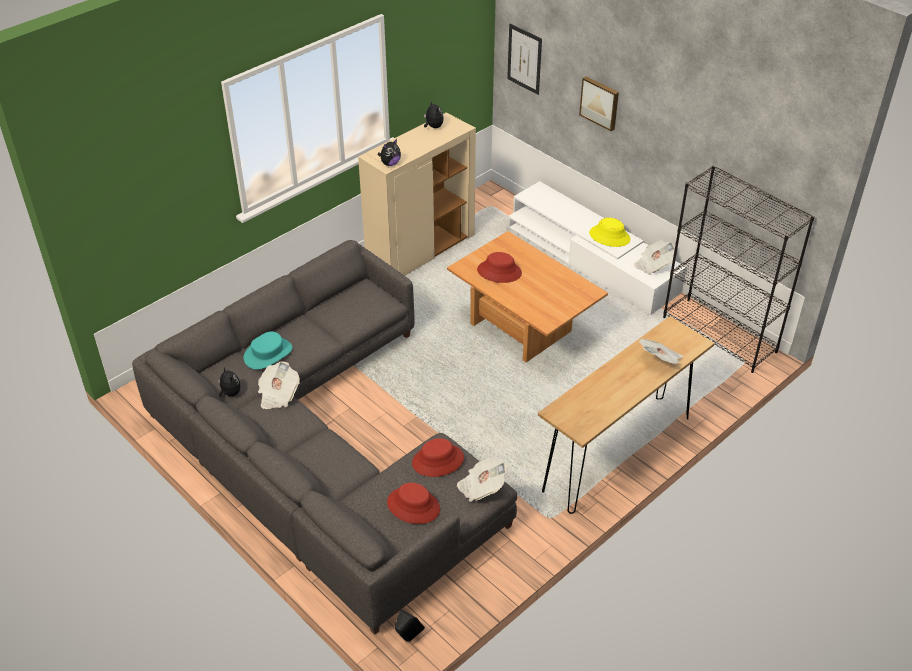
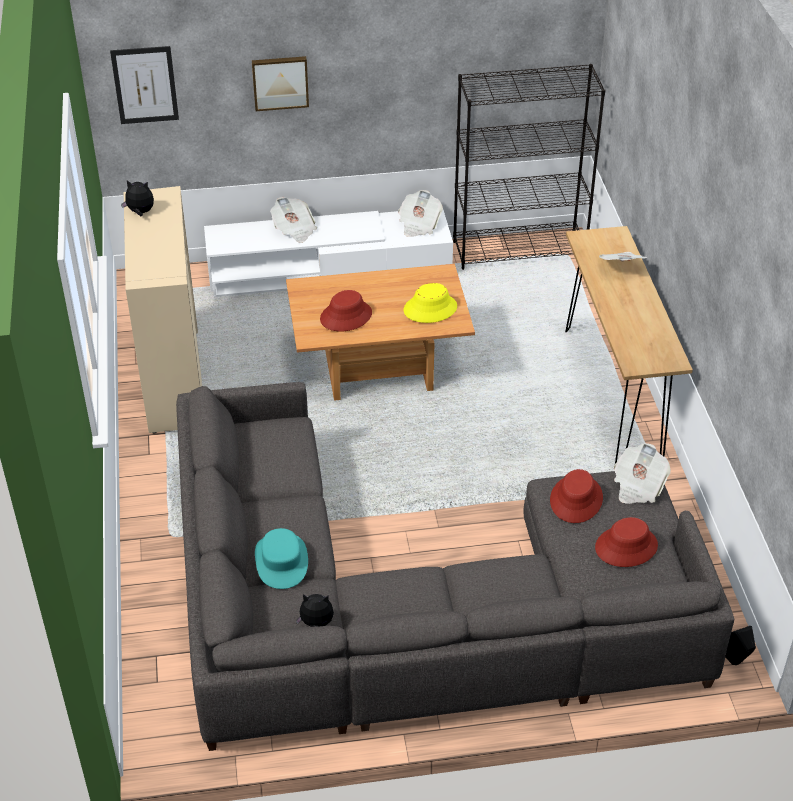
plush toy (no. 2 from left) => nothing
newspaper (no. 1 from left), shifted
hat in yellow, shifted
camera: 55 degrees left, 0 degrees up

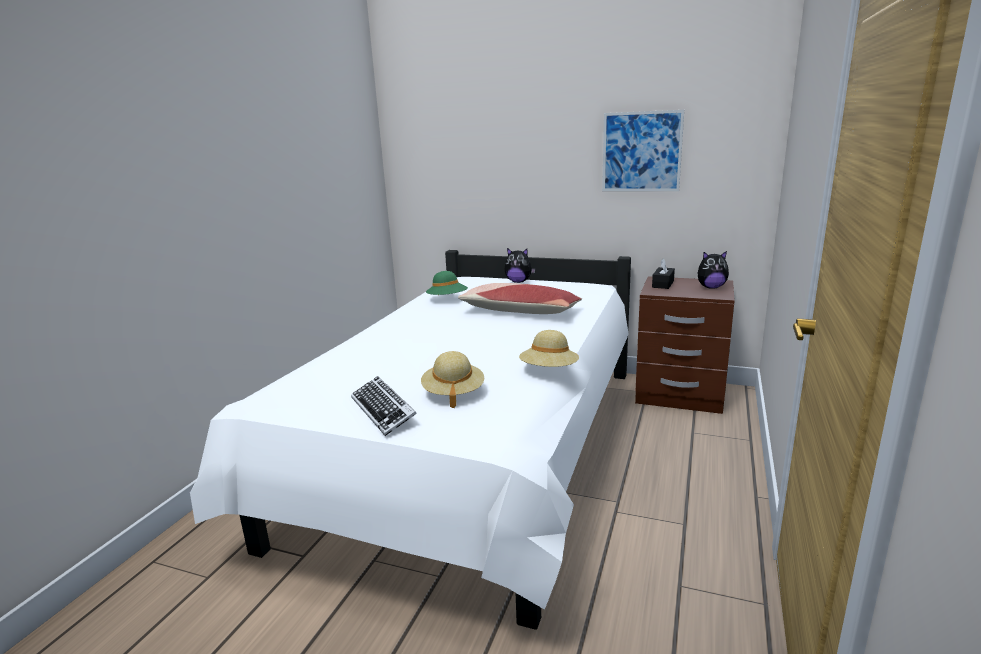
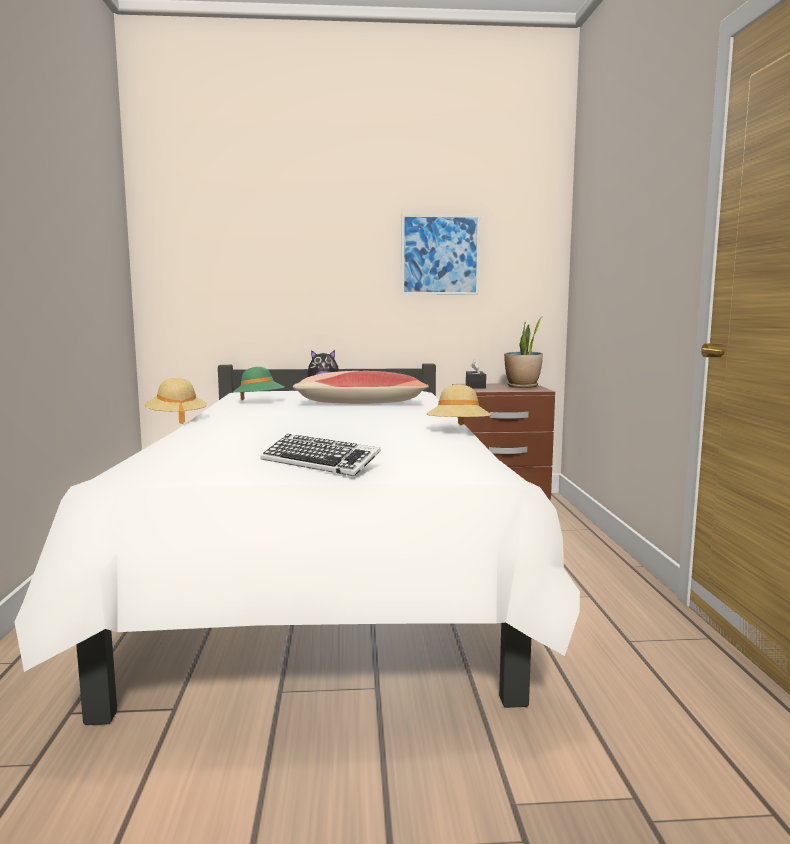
hat in beige (no. 1 from left), shifted
plush toy (no. 2 from left) => potted plant
camera: 25 degrees left, 10 degrees down

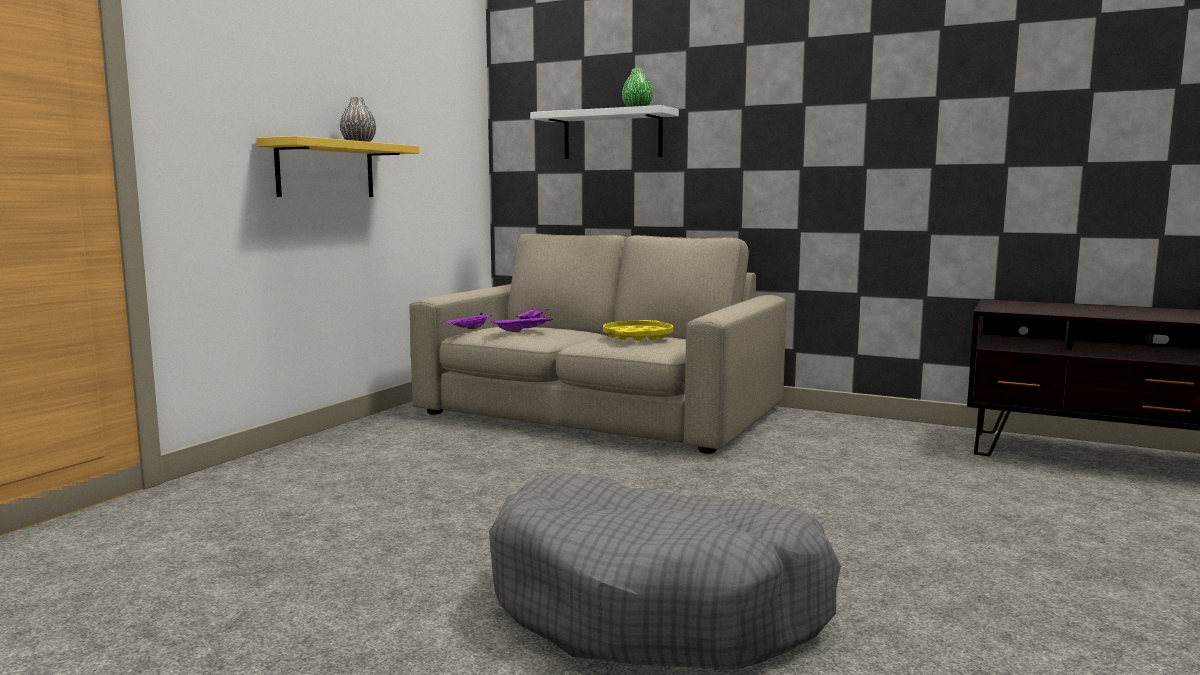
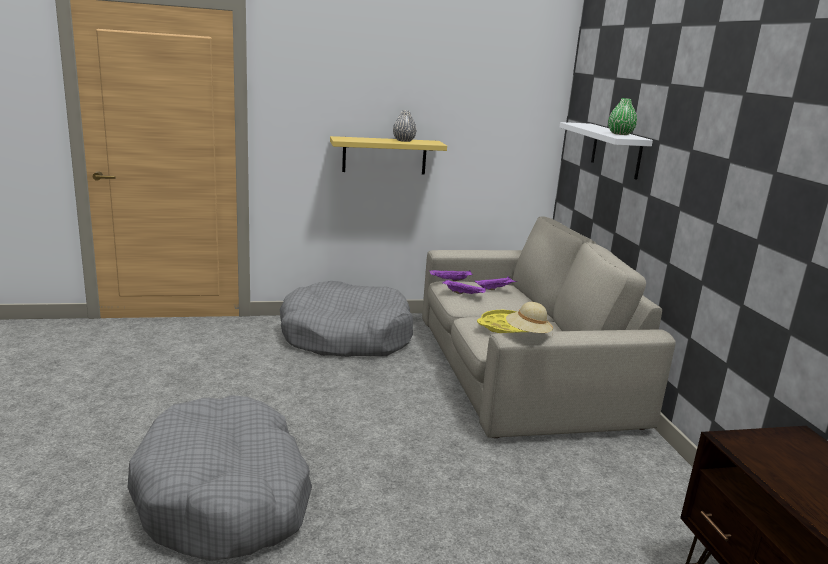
nothing => dog bed in grey (no. 2 from left)
nothing => hat in beige
camera: 50 degrees right, 10 degrees up

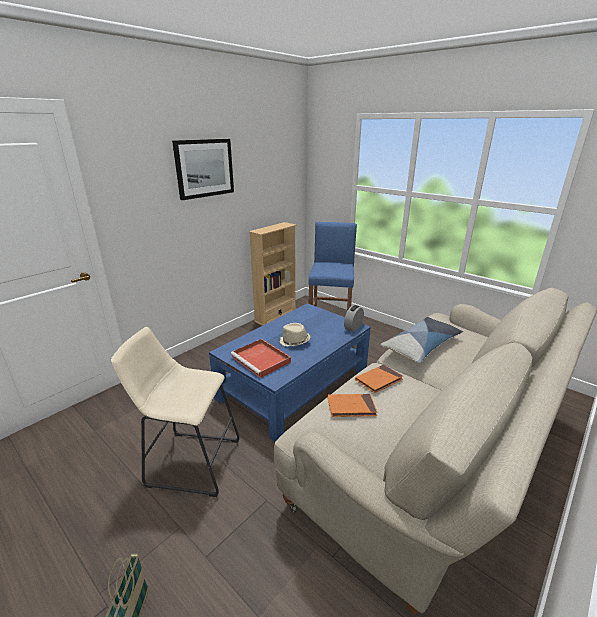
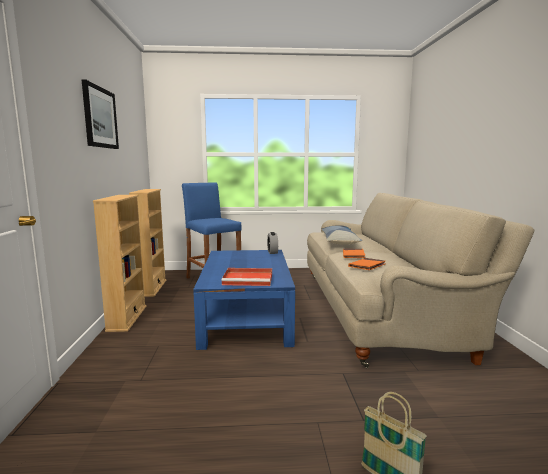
stool in beige => nothing
hat in beige => nothing
nothing => bookcase in beige (no. 1 from left)
camera: 45 degrees left, 15 degrees down

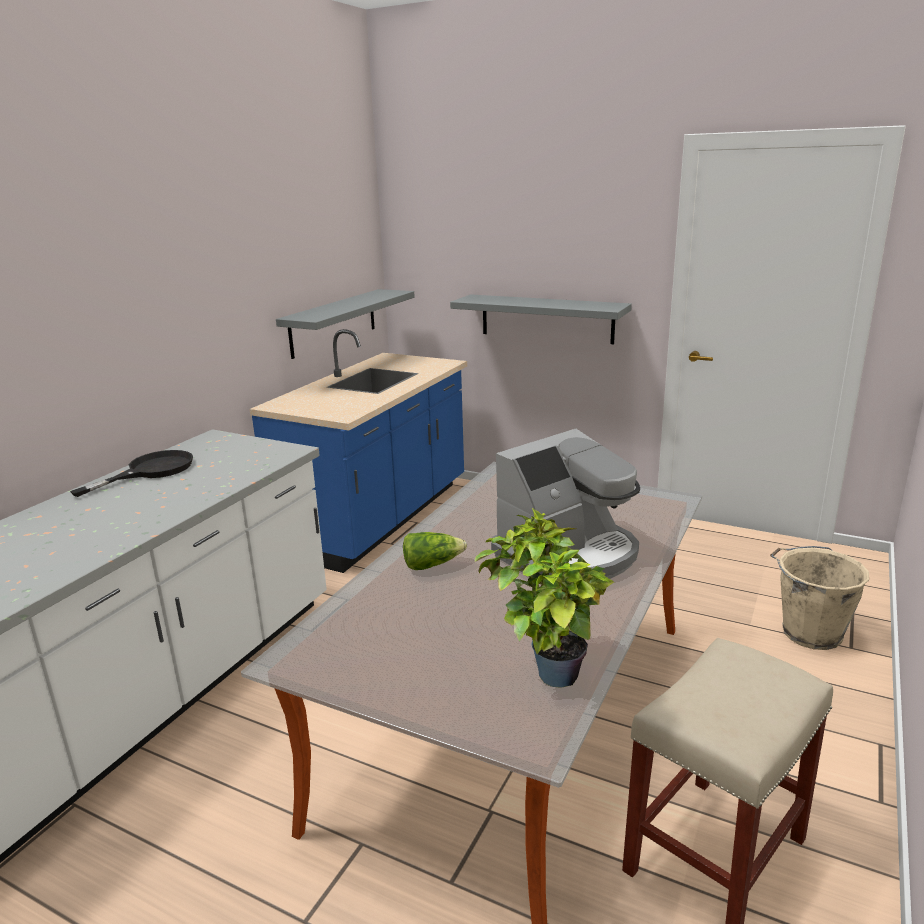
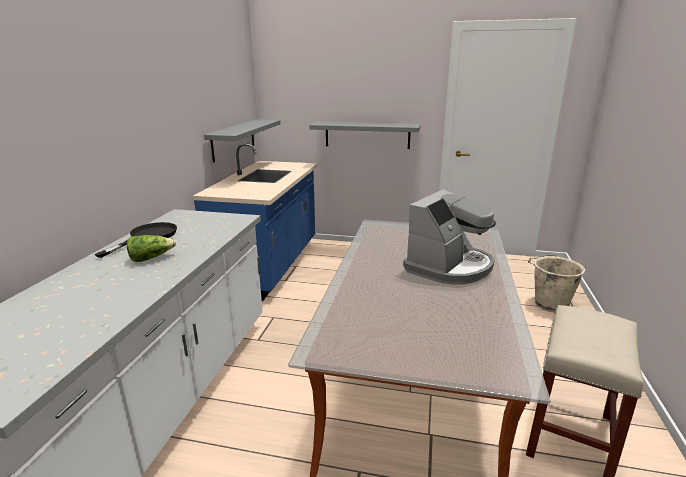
potted plant => nothing
lettuce, shifted
camera: 15 degrees left, 0 degrees up

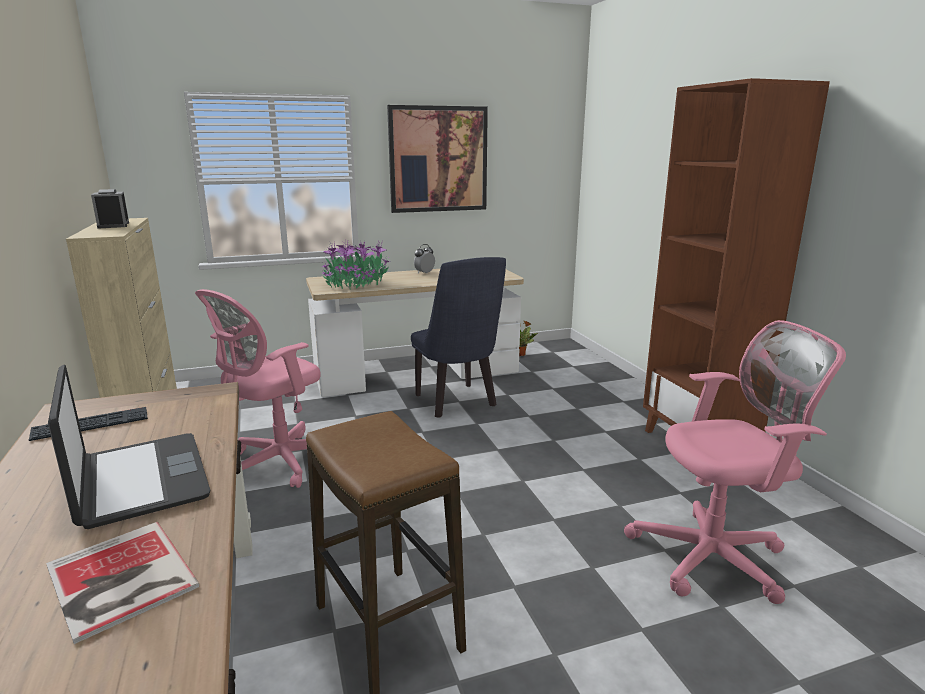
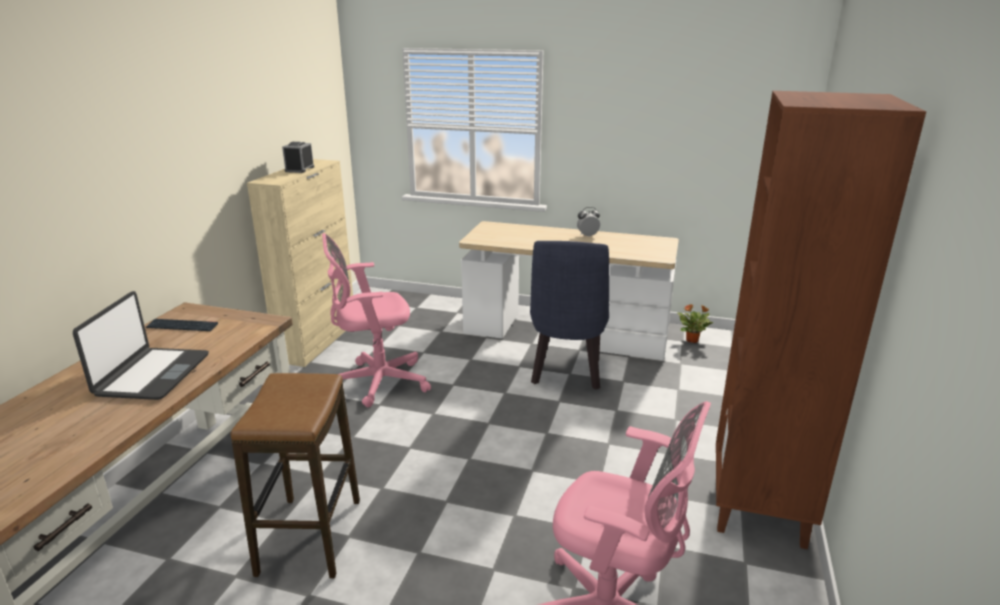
book => nothing
potted plant (no. 1 from left) => nothing
picture => nothing
camera: 35 degrees right, 5 degrees up

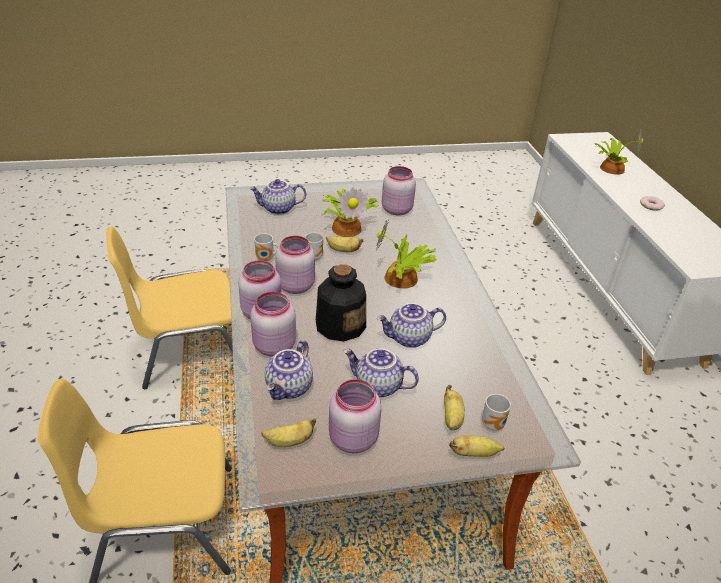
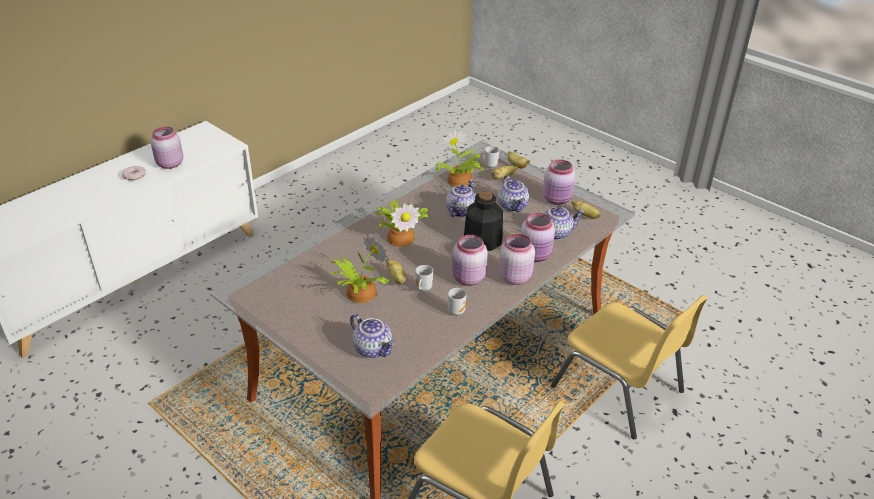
jar in pink (no. 5 from left in the first image) => jar in pink (no. 1 from left), shifted
potted plant (no. 3 from left), shifted
teapot (no. 4 from left in the first image) => teapot (no. 2 from left), 105 degrees counterclockwise
camera: 125 degrees left, 0 degrees up

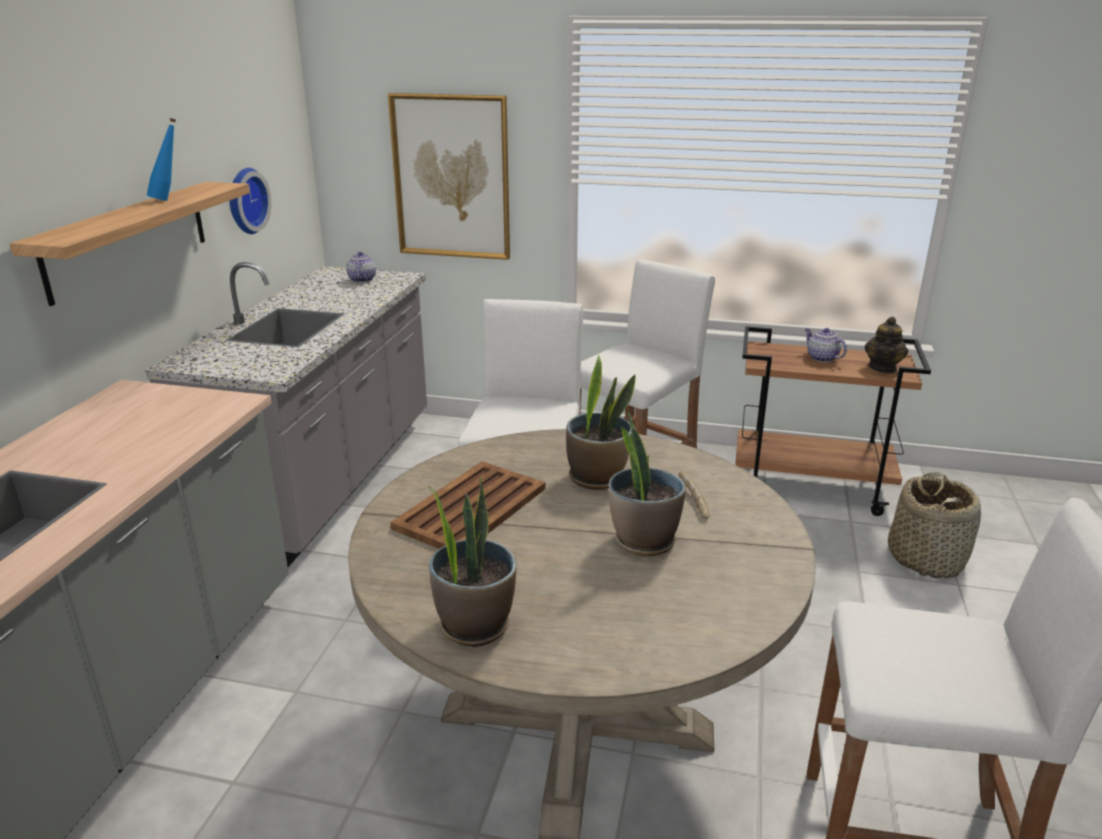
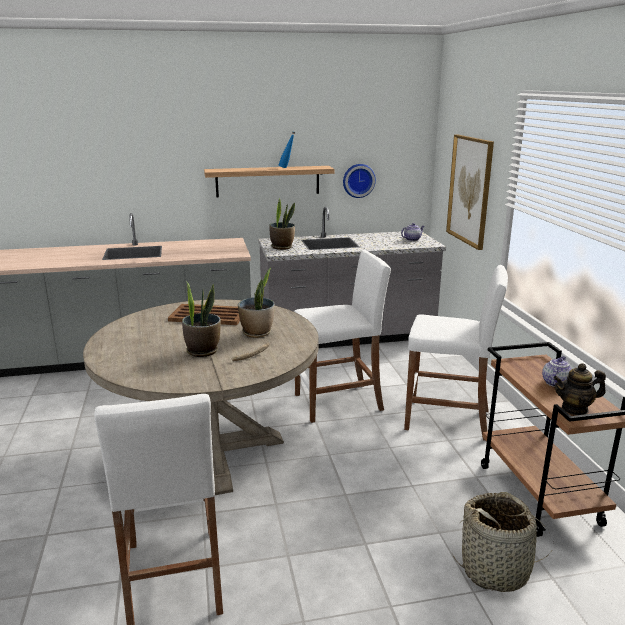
potted plant (no. 1 from left in the first image) => potted plant (no. 3 from left), shifted
camera: 65 degrees right, 5 degrees down

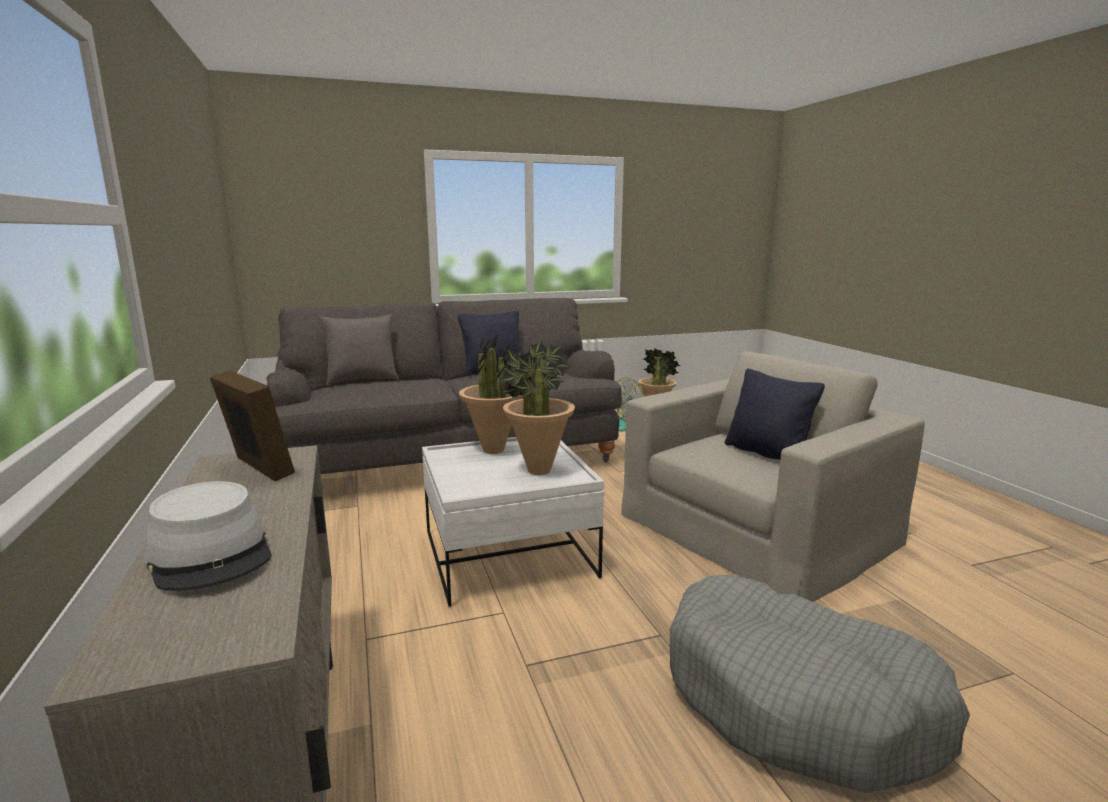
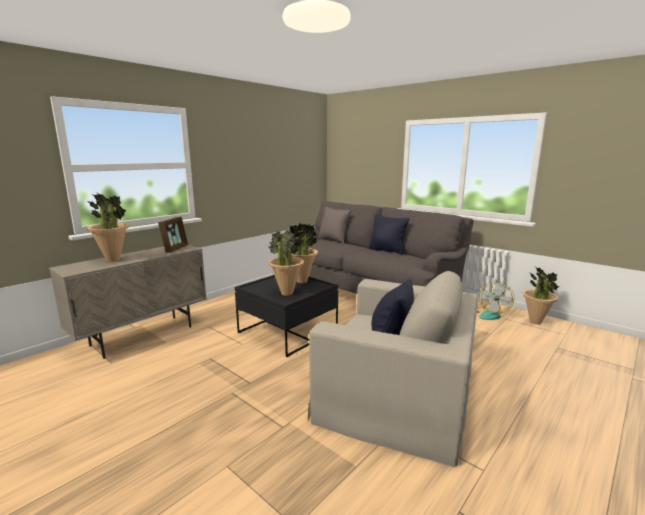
dog bed in grey => nothing
hat in grey => potted plant (no. 1 from left)
coffee table in white => coffee table in black
camera: 60 degrees right, 0 degrees up

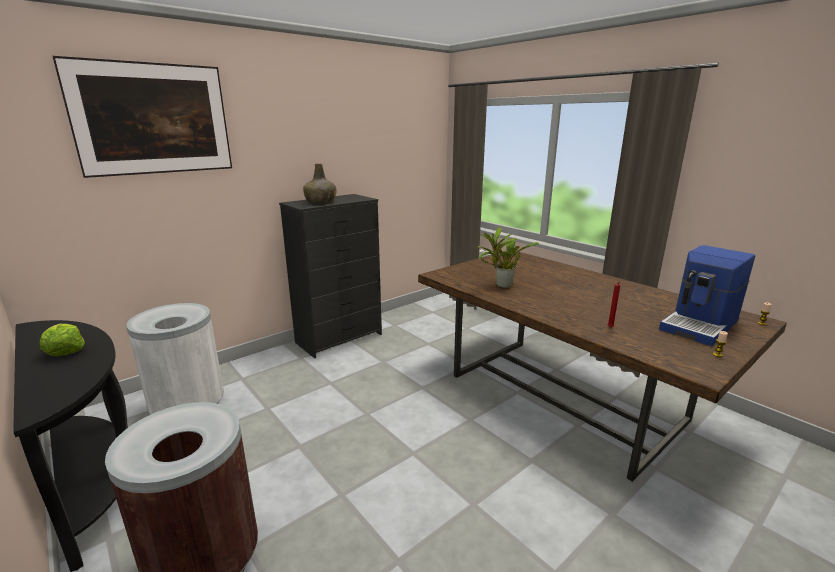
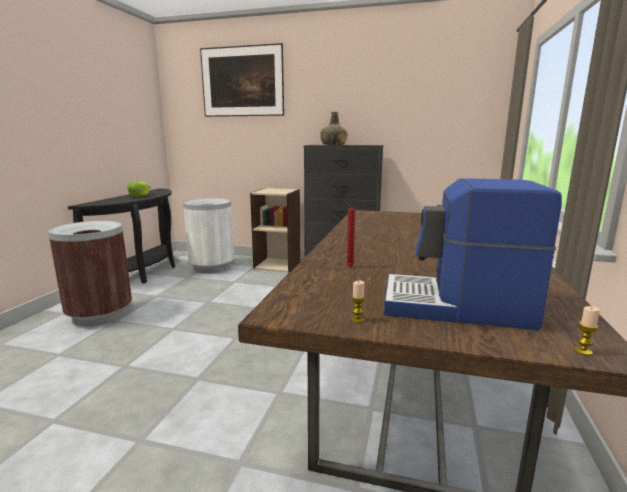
potted plant => nothing
nothing => bookcase in beige
camera: 55 degrees right, 5 degrees down

